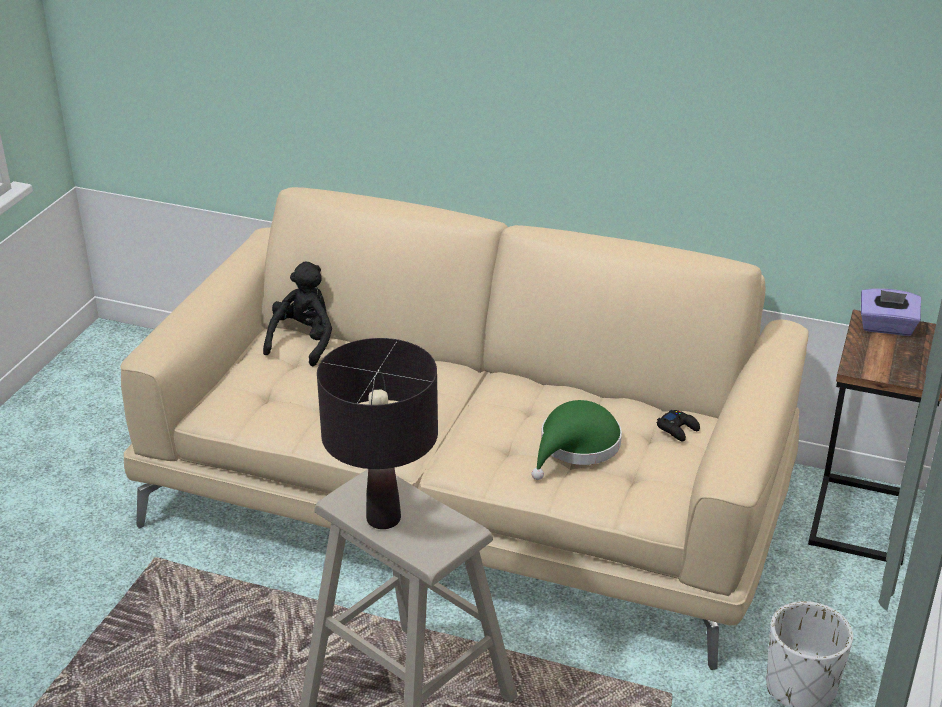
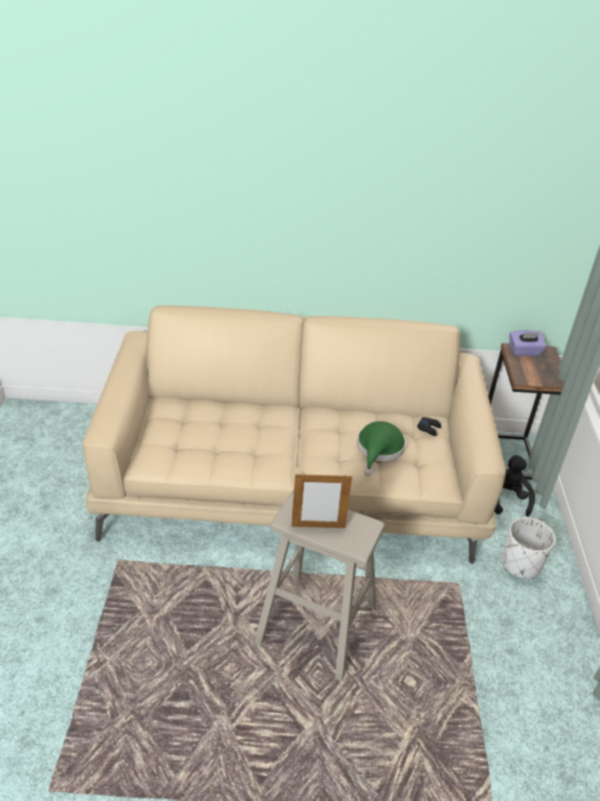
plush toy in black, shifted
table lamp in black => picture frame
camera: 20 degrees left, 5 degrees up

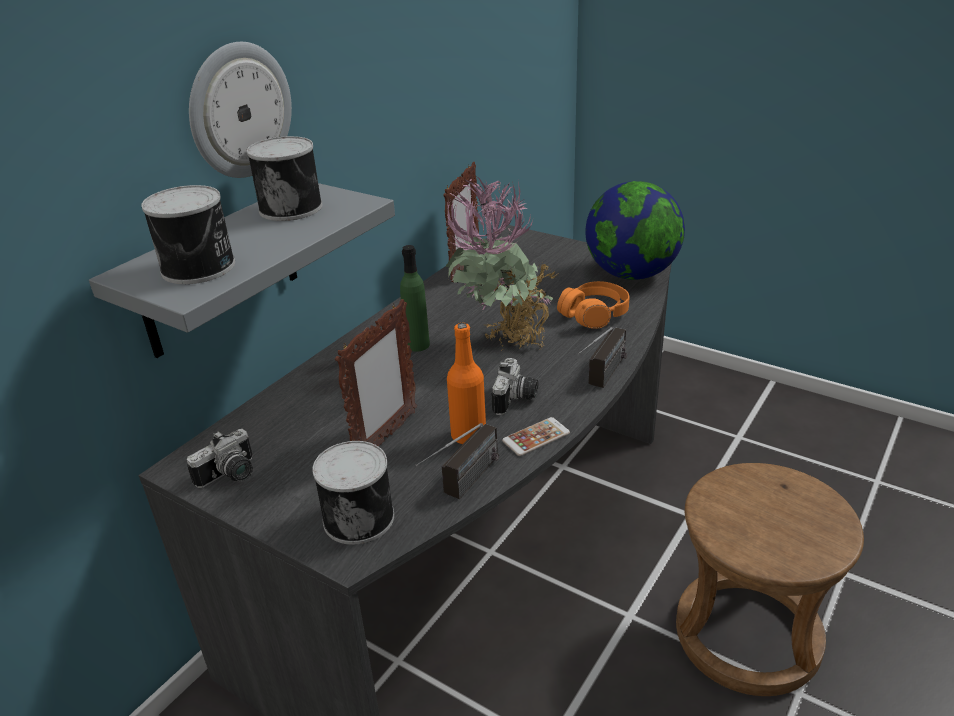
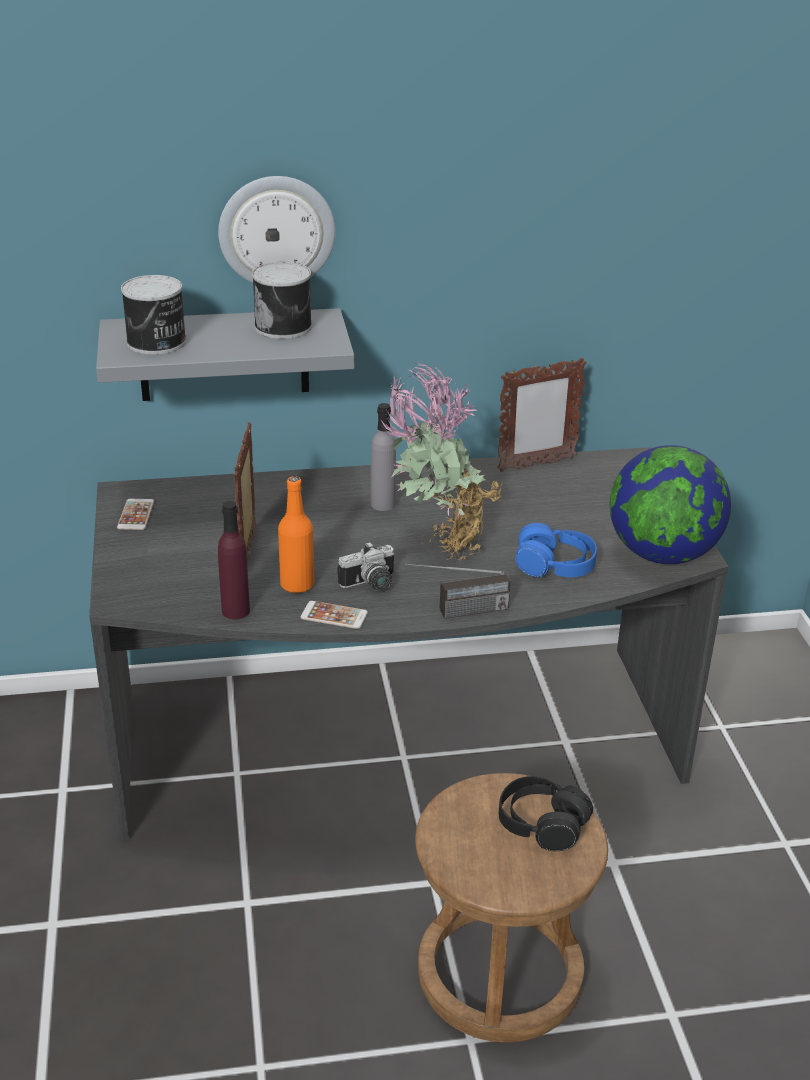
can (no. 3 from left) => nothing
nothing => headphones in black
photo camera (no. 1 from left) => phone (no. 1 from left)
radio (no. 1 from left) => bottle in purple
bottle in green => bottle in grey
headphones in orange => headphones in blue
picture frame (no. 1 from left), 105 degrees clockwise
camera: 45 degrees right, 0 degrees up

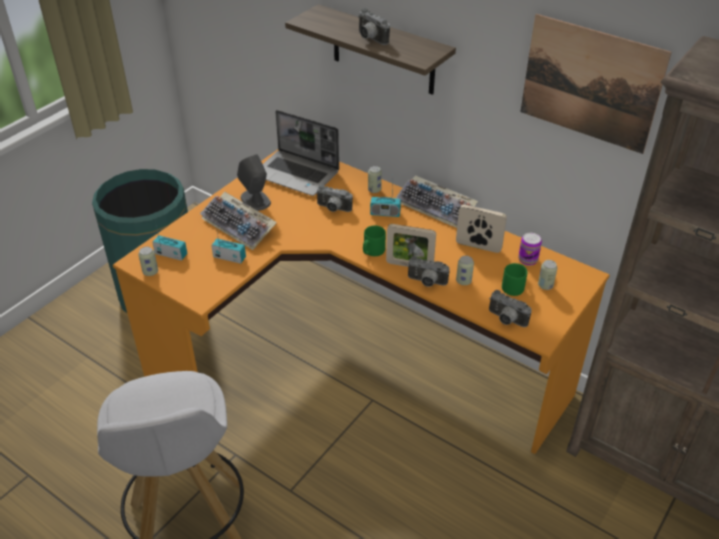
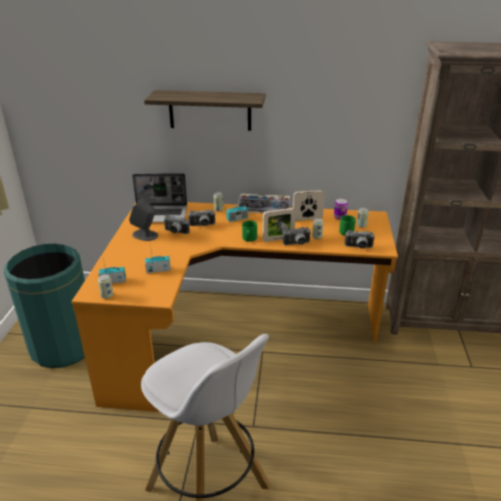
keyboard (no. 1 from left) => nothing
picture => nothing
photo camera (no. 2 from left in the first image) => photo camera (no. 1 from left), shifted
camera: 30 degrees left, 10 degrees down

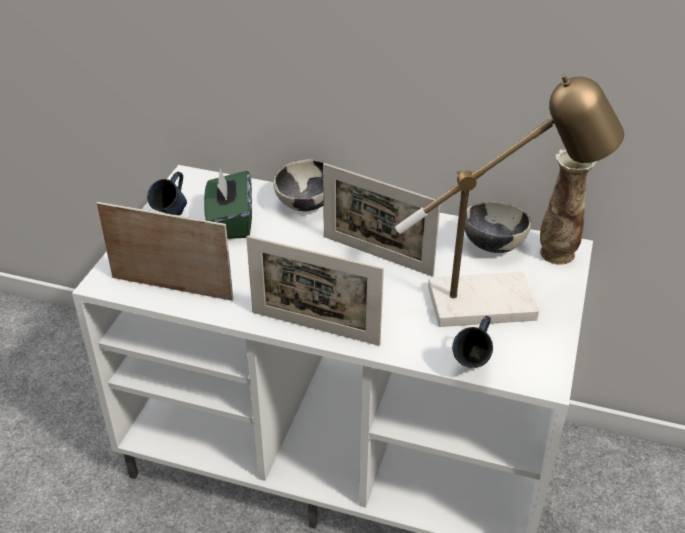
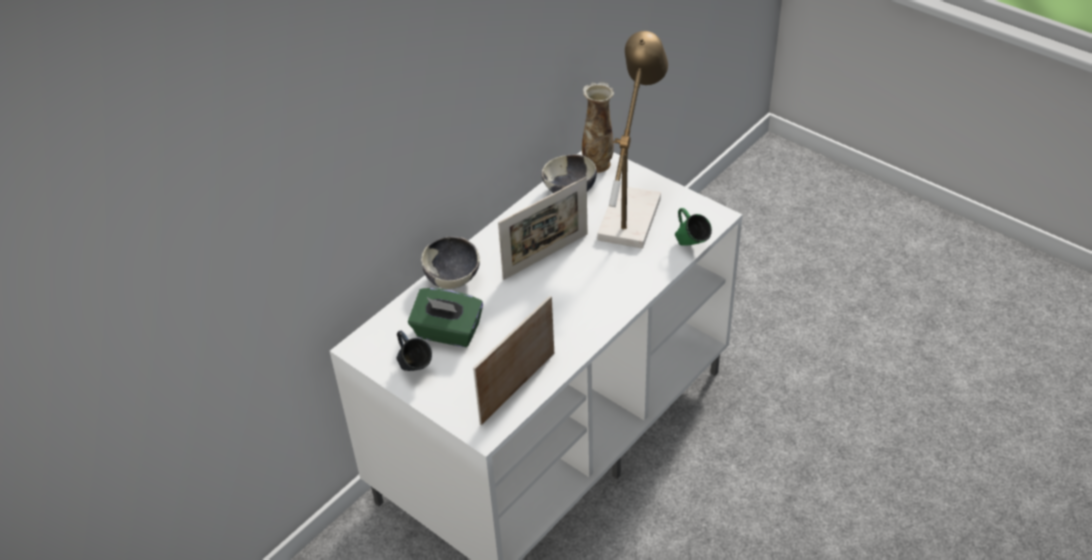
picture frame (no. 2 from left) => nothing
mug in blue (no. 2 from left) => mug in green
camera: 65 degrees left, 5 degrees up

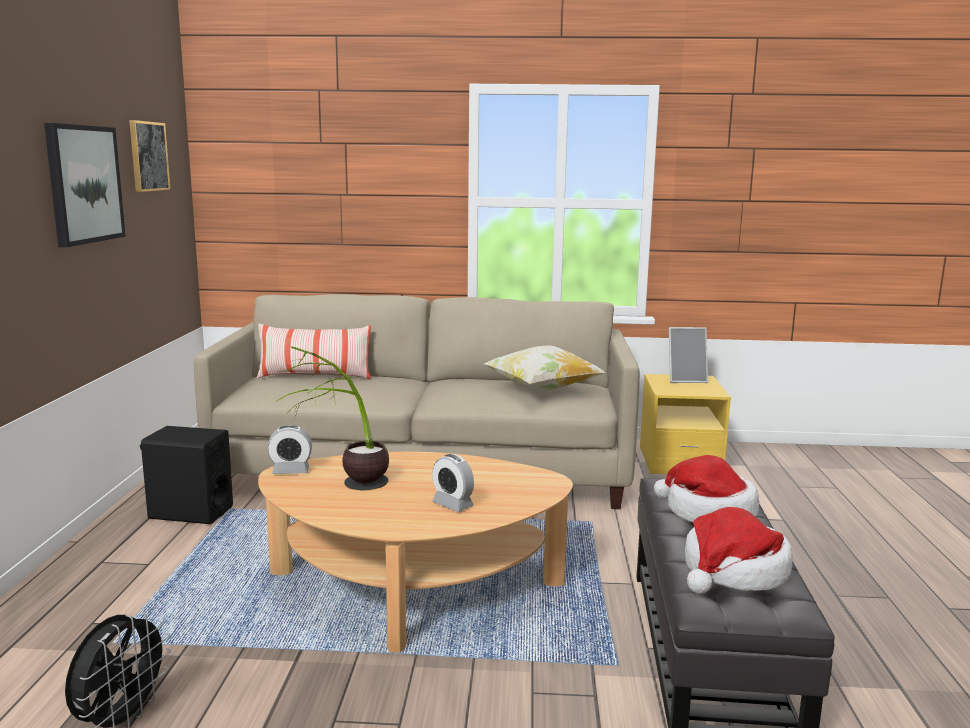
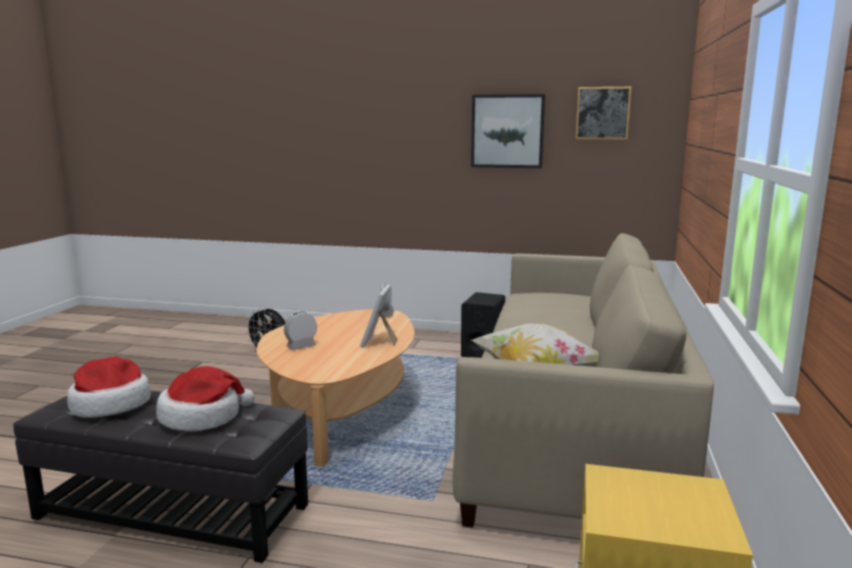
pillow (no. 1 from left) => nothing
potted plant => nothing
picture frame, shifted
camera: 100 degrees right, 0 degrees up

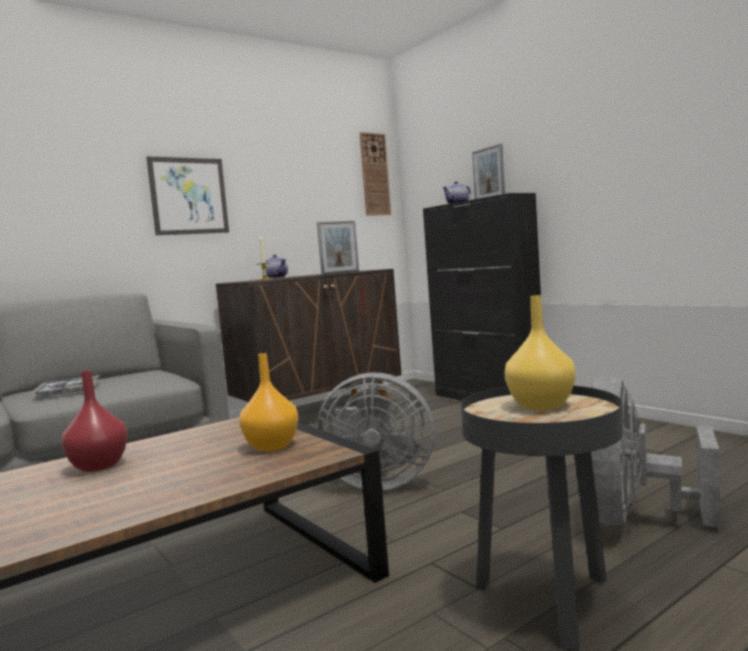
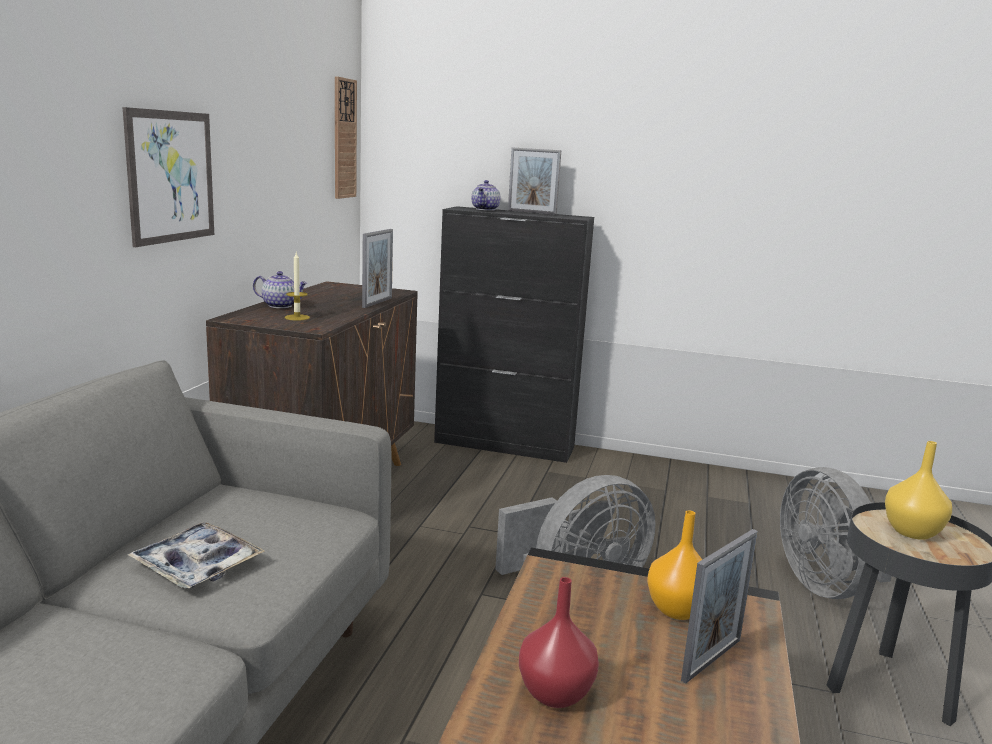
nothing => picture frame (no. 3 from left)
camera: 40 degrees left, 10 degrees up

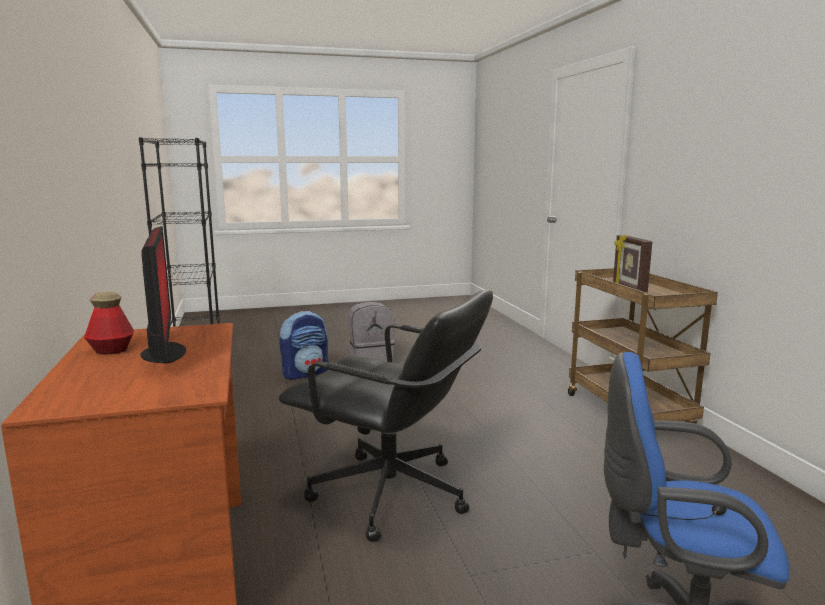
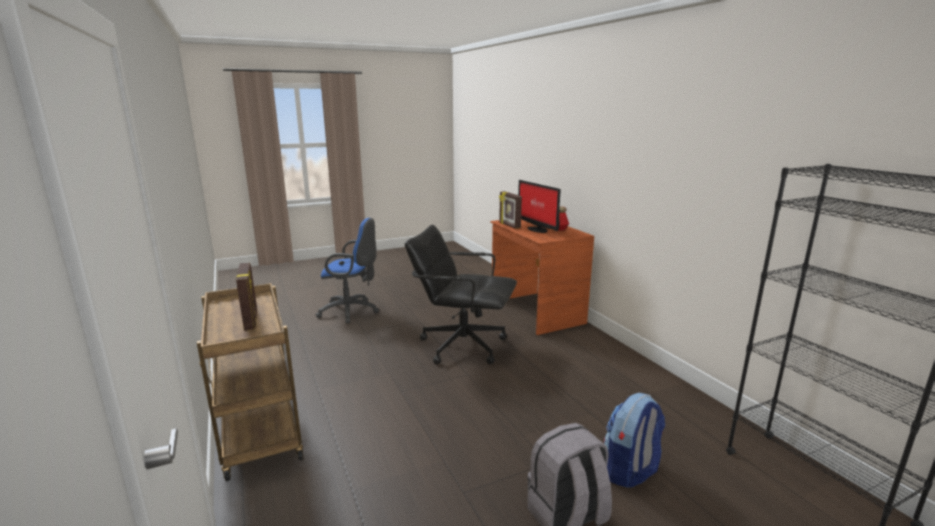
nothing => picture frame (no. 2 from left)
camera: 170 degrees right, 5 degrees up

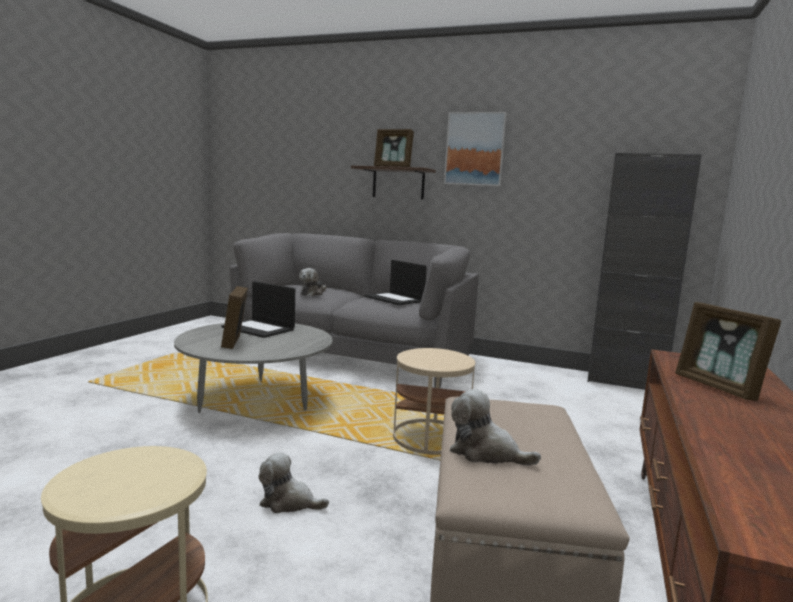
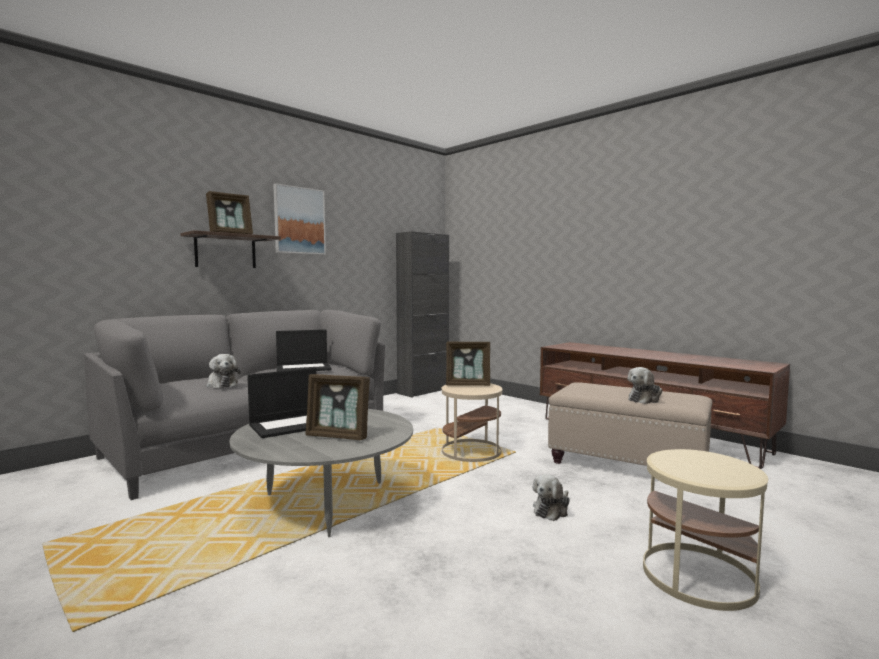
picture frame (no. 3 from left), shifted
camera: 65 degrees left, 5 degrees down

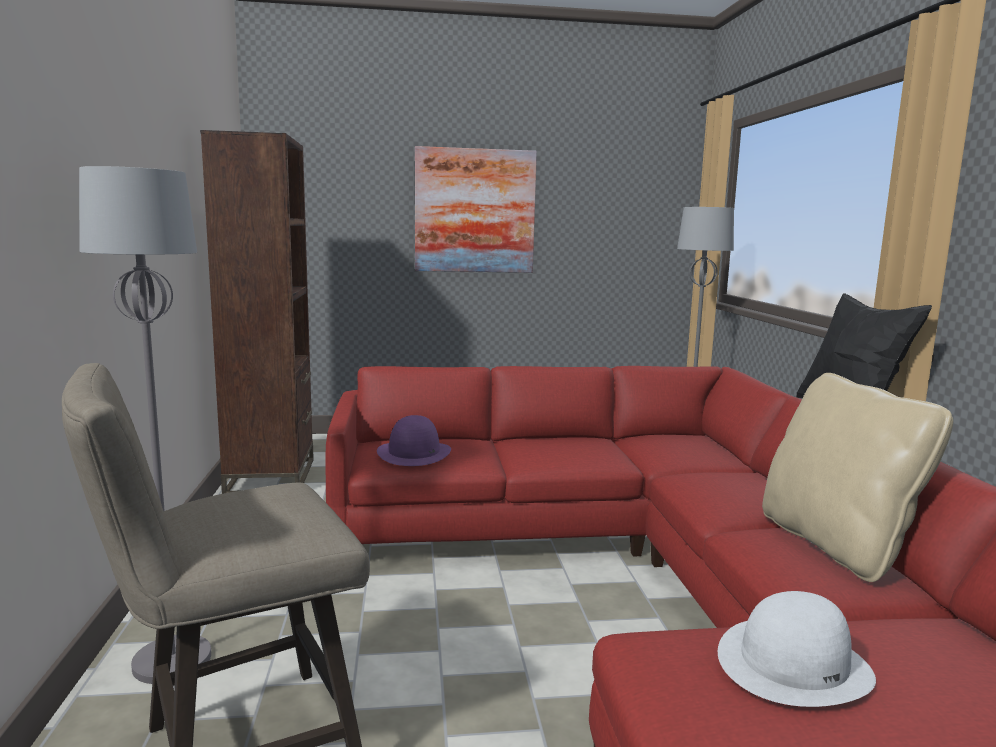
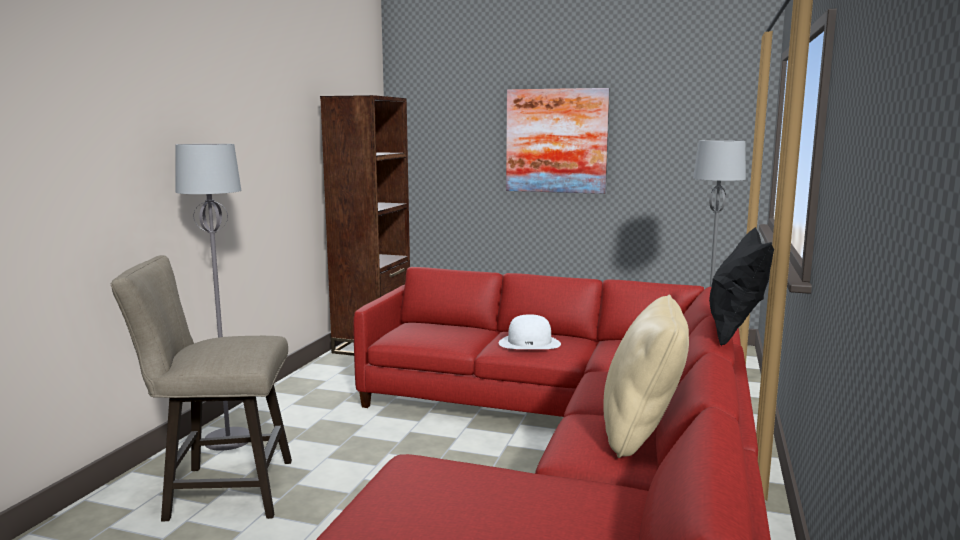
hat in purple => nothing
hat in white, shifted
camera: 25 degrees right, 0 degrees up

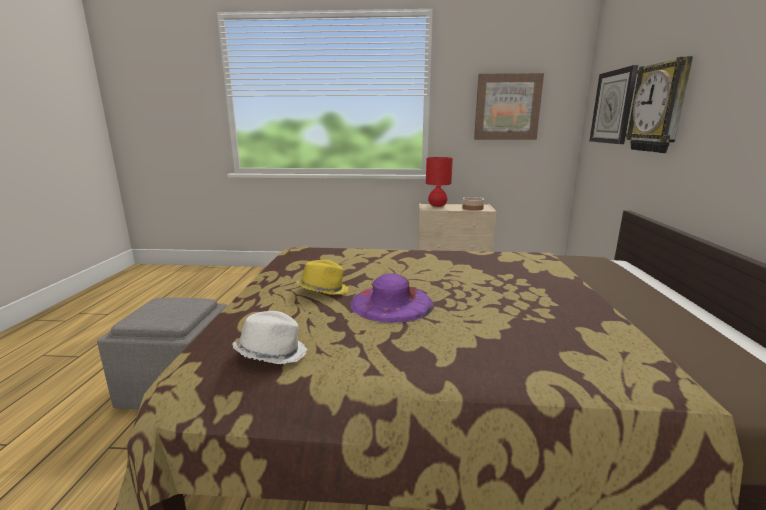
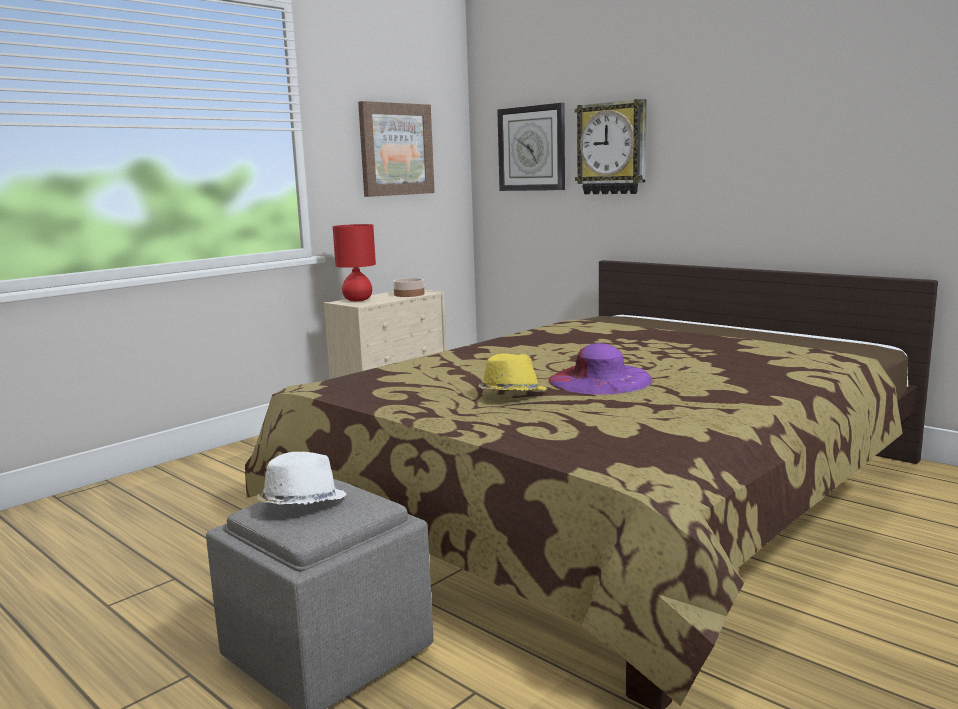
hat in white, shifted
camera: 50 degrees left, 5 degrees down

